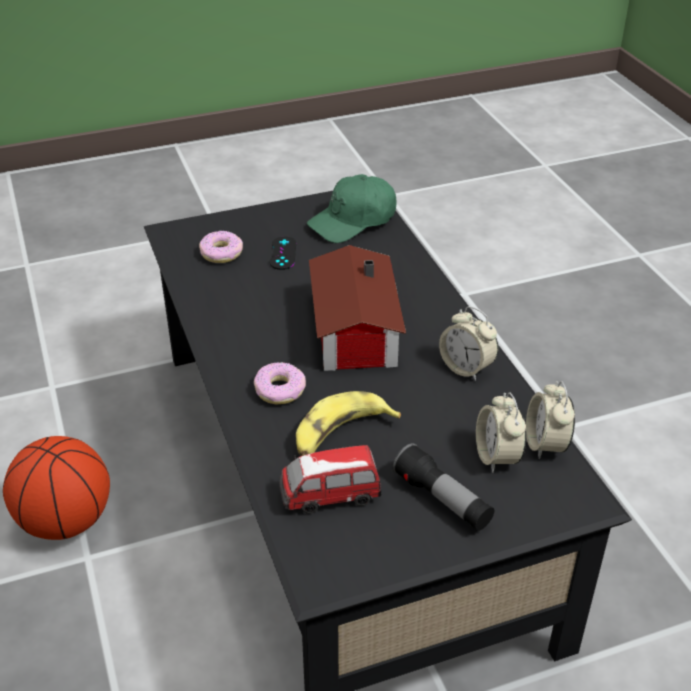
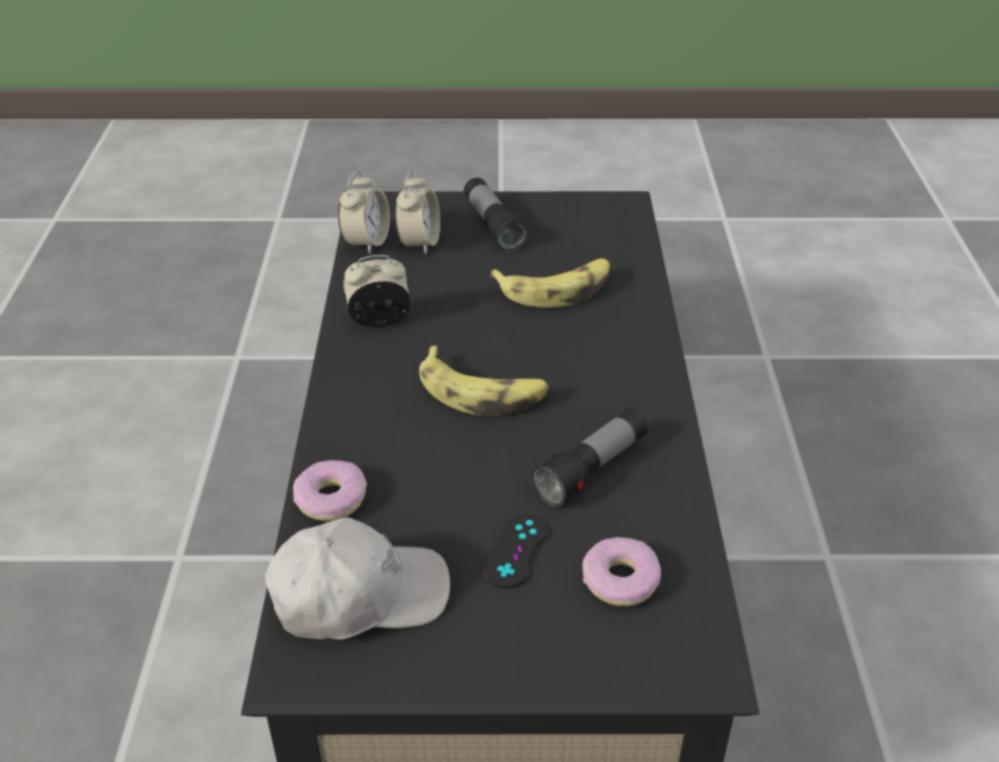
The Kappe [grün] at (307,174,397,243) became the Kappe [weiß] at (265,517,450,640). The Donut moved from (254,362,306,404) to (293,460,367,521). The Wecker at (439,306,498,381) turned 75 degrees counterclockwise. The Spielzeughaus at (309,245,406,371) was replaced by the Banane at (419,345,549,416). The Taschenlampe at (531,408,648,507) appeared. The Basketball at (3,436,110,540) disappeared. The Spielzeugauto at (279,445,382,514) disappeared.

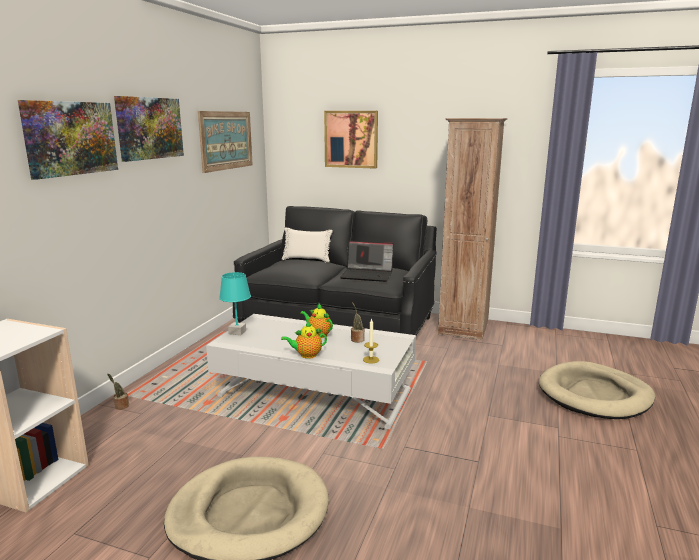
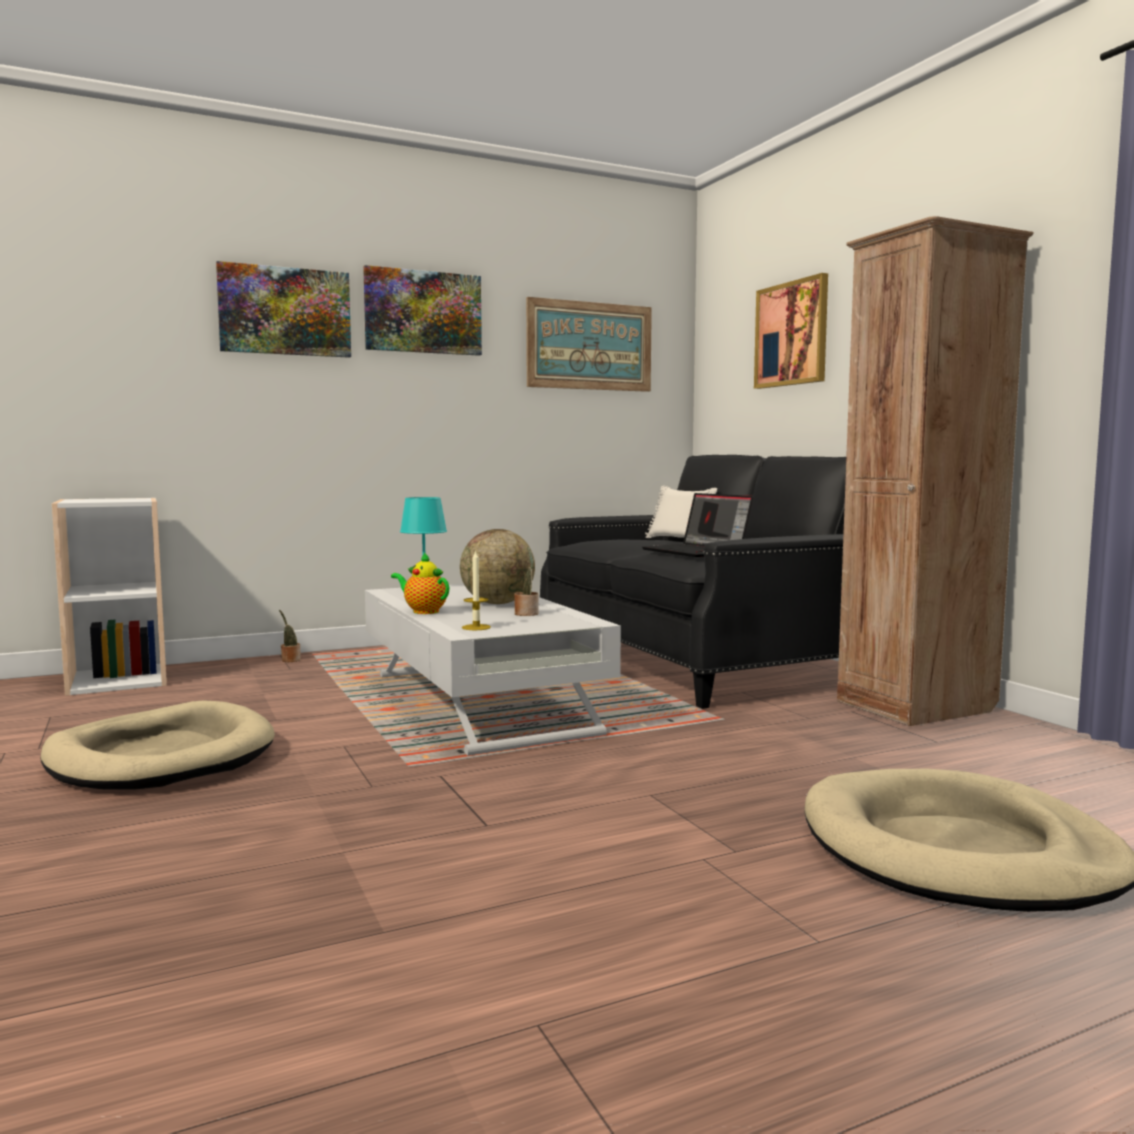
The Teekanne at (300,304,333,338) was replaced by the Globus at (460,529,535,604).

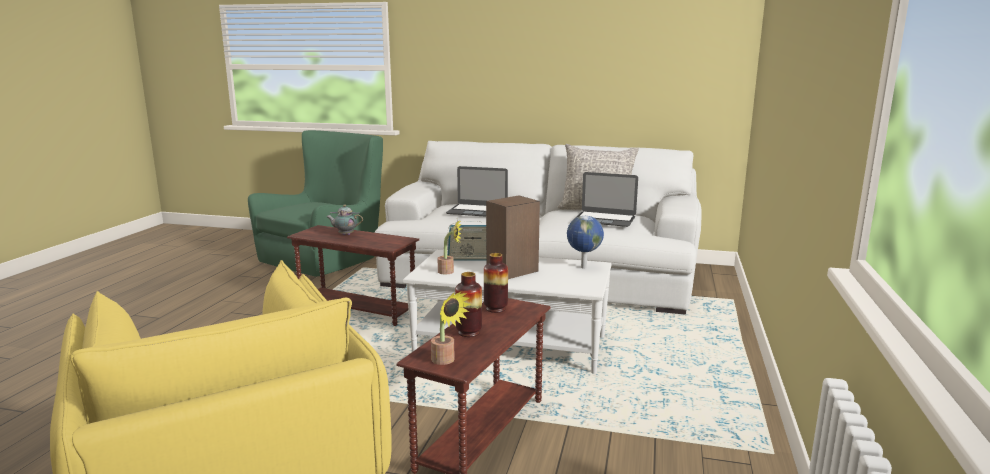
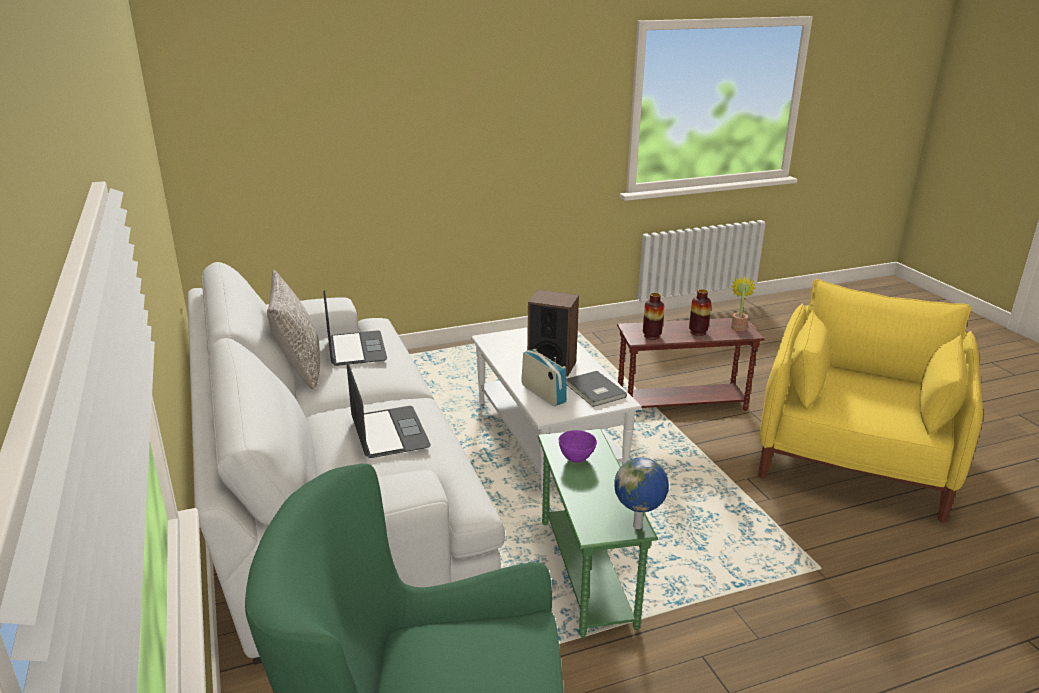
The Beistelltisch [braun] at (287,225,419,326) became the Beistelltisch [grün] at (538,429,658,638). The Schüssel [lila] at (559,430,597,463) appeared. The Topfpflanze at (438,219,462,274) was replaced by the Buch [grau] at (566,371,627,407). The Globus moved from (567,216,604,269) to (615,457,669,529). The Teekanne at (326,205,363,235) disappeared.

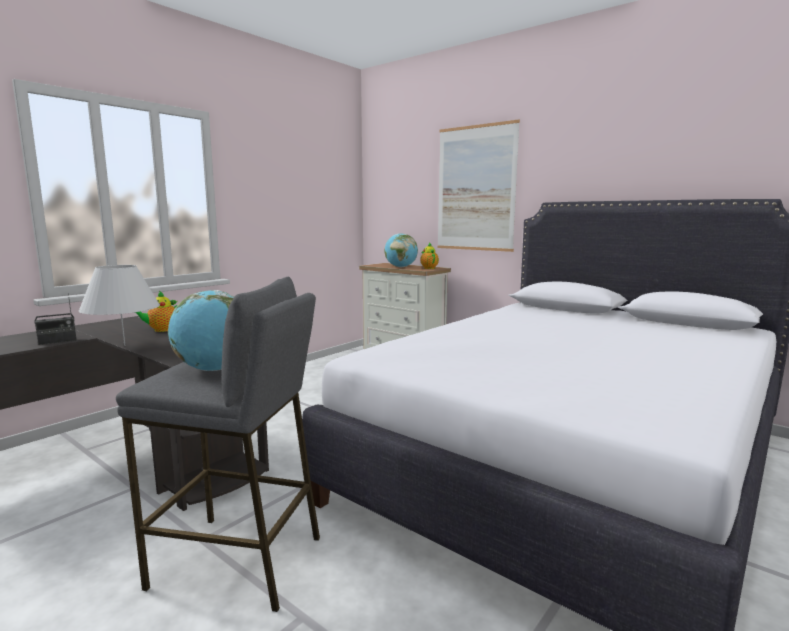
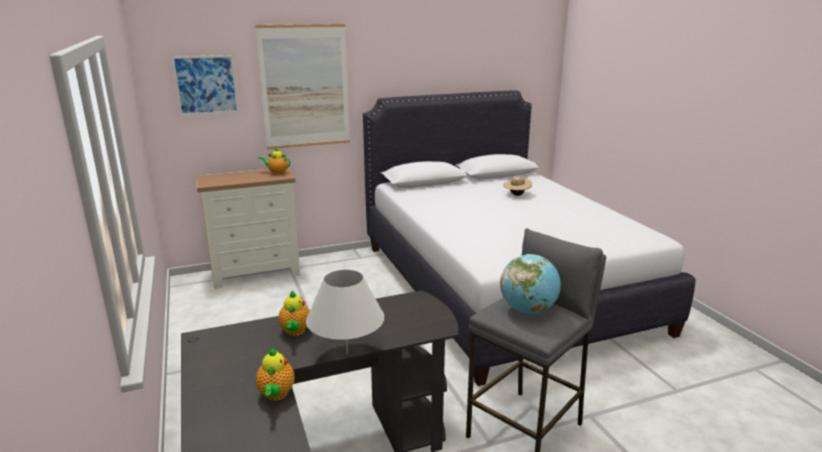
The Bild at (172,55,239,116) appeared. The Radio at (34,293,77,345) was replaced by the Teekanne at (256,348,295,401). The Hut [beige] at (503,176,532,196) appeared. The Globus at (384,234,418,268) disappeared.

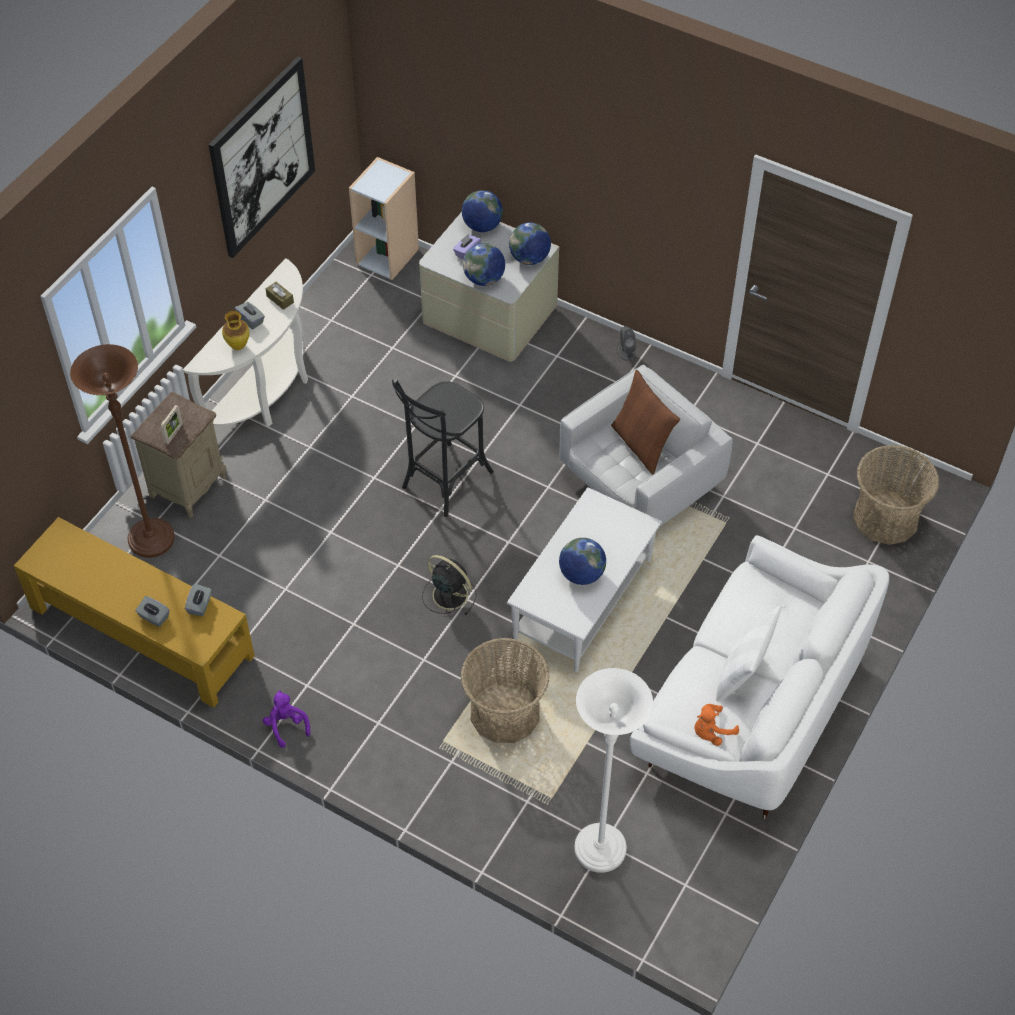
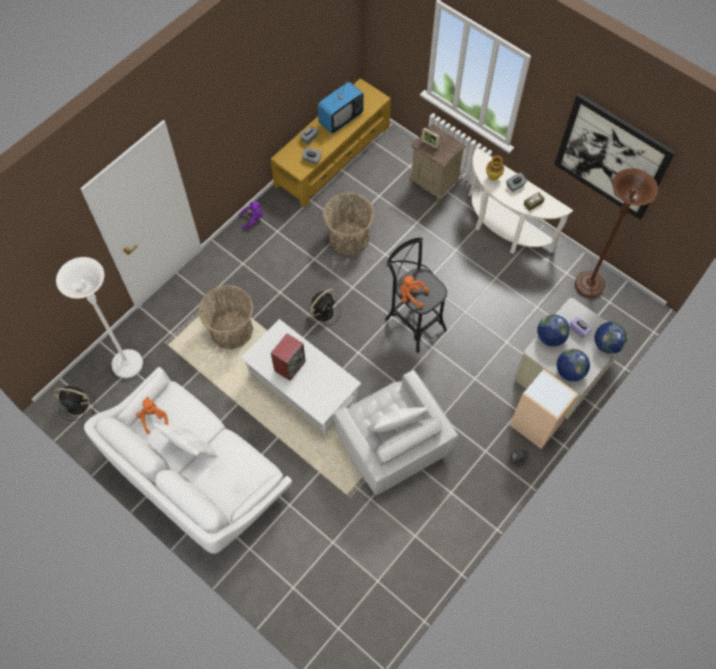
The Ventilator [schwarz] at (53,386,95,421) appeared. The Globus at (559,538,606,585) was replaced by the Lautsprecher at (271,333,306,381). The Fernseher at (318,79,364,134) appeared. The Korb moved from (853,445,939,545) to (323,193,375,255). The Kissen [braun] at (611,370,680,474) became the Kissen [weiß] at (366,407,427,432). The Plüschtier [orange] at (400,276,429,308) appeared. The Bücherregal moved from (349,157,419,280) to (510,369,578,449). The Stehlampe [braun] moved from (70,344,175,558) to (575,168,658,298).

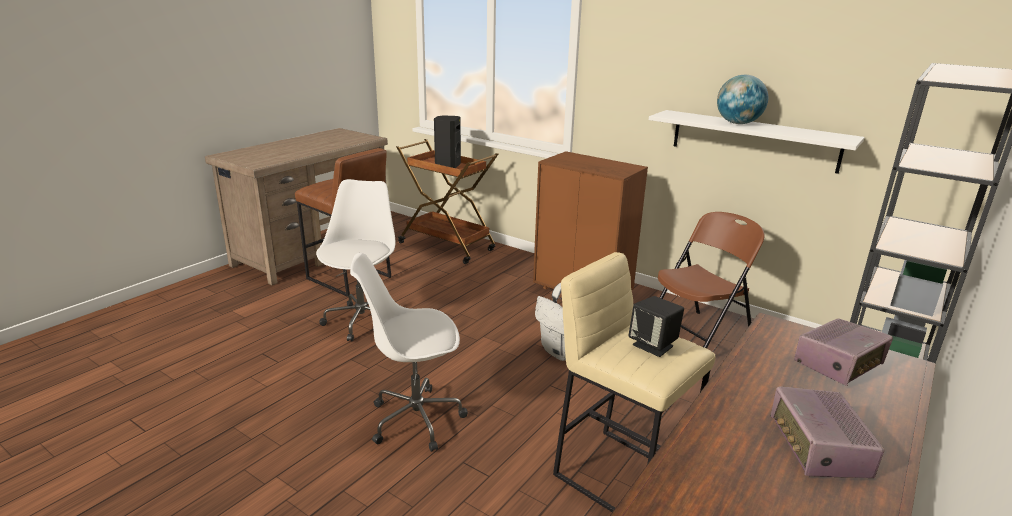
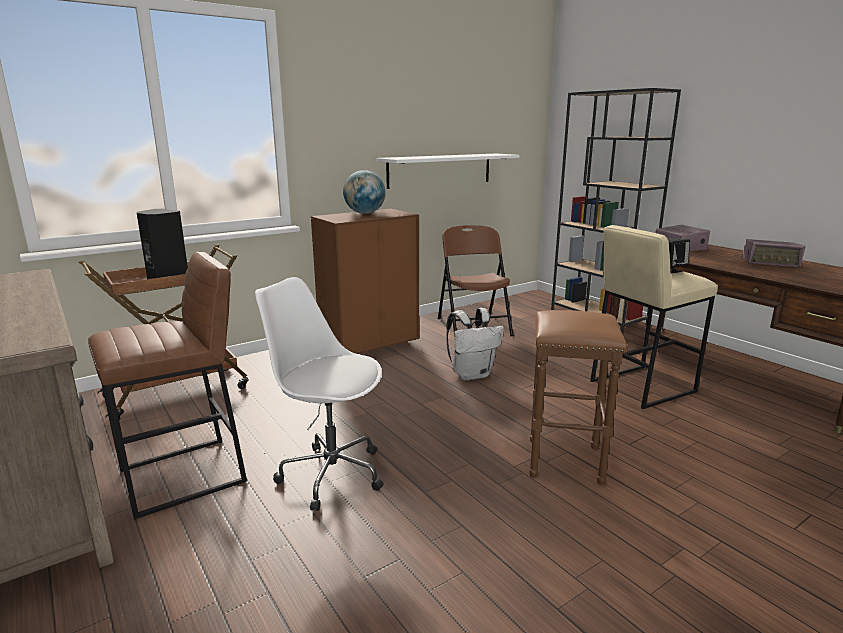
The Globus moved from (717,75,768,124) to (343,170,386,214). The Bürostuhl [weiß] at (350,253,468,452) was replaced by the Hocker [braun] at (529,310,627,485).

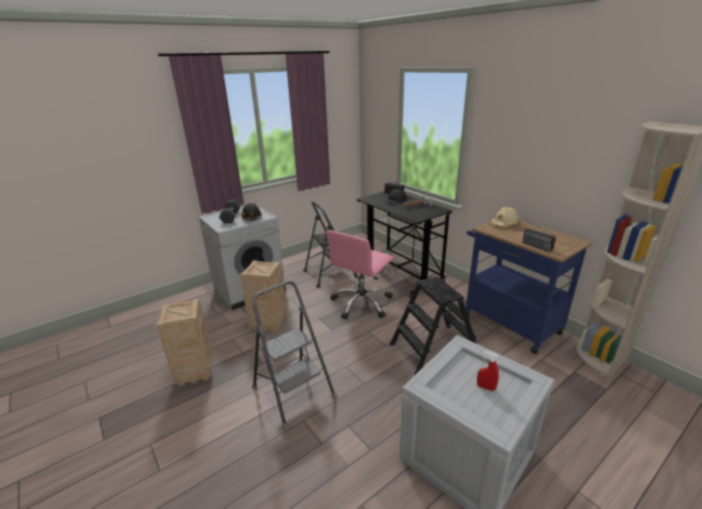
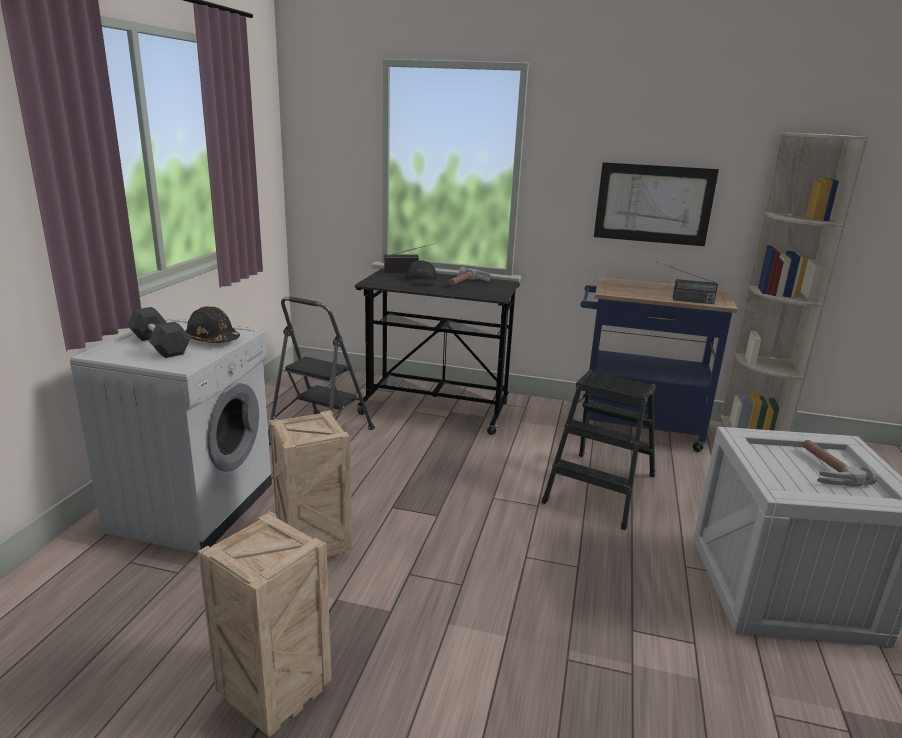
The Bild at (594,162,719,246) appeared. The Sprühflasche [rot] at (477,351,499,391) was replaced by the Hammer at (803,440,878,487). The Trittleiter [grau] at (252,281,337,430) disappeared. The Bürostuhl [rosa] at (326,230,394,320) disappeared. The Schutzhelm [beige] at (491,207,519,226) disappeared.

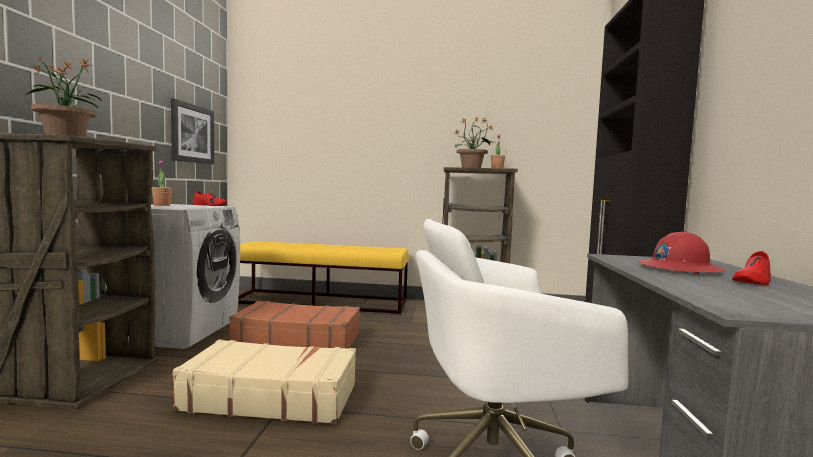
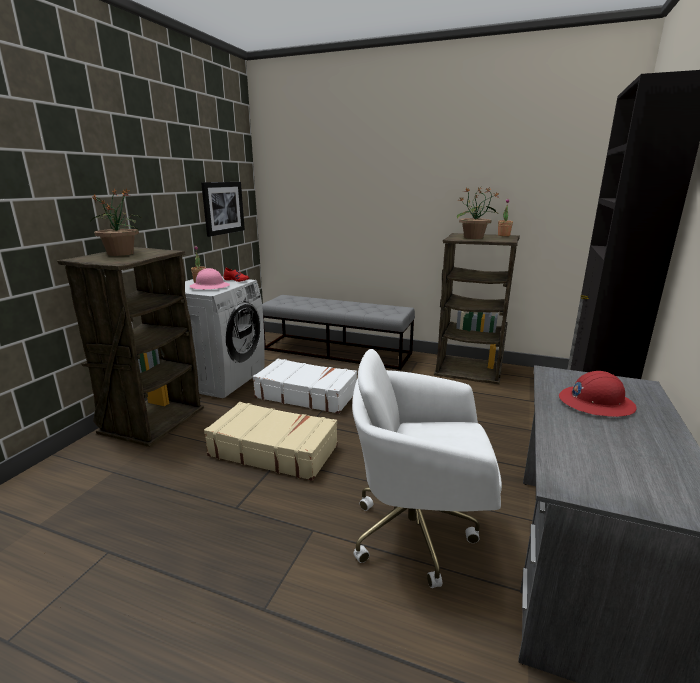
The Schutzhelm [rosa] at (190,268,230,290) appeared. The Koffer [braun] at (229,301,360,349) became the Koffer [weiß] at (253,358,357,414). The Bank [gelb] at (238,241,409,314) became the Bank [grau] at (262,295,415,370). The Schuh [rot] at (732,251,771,285) disappeared.

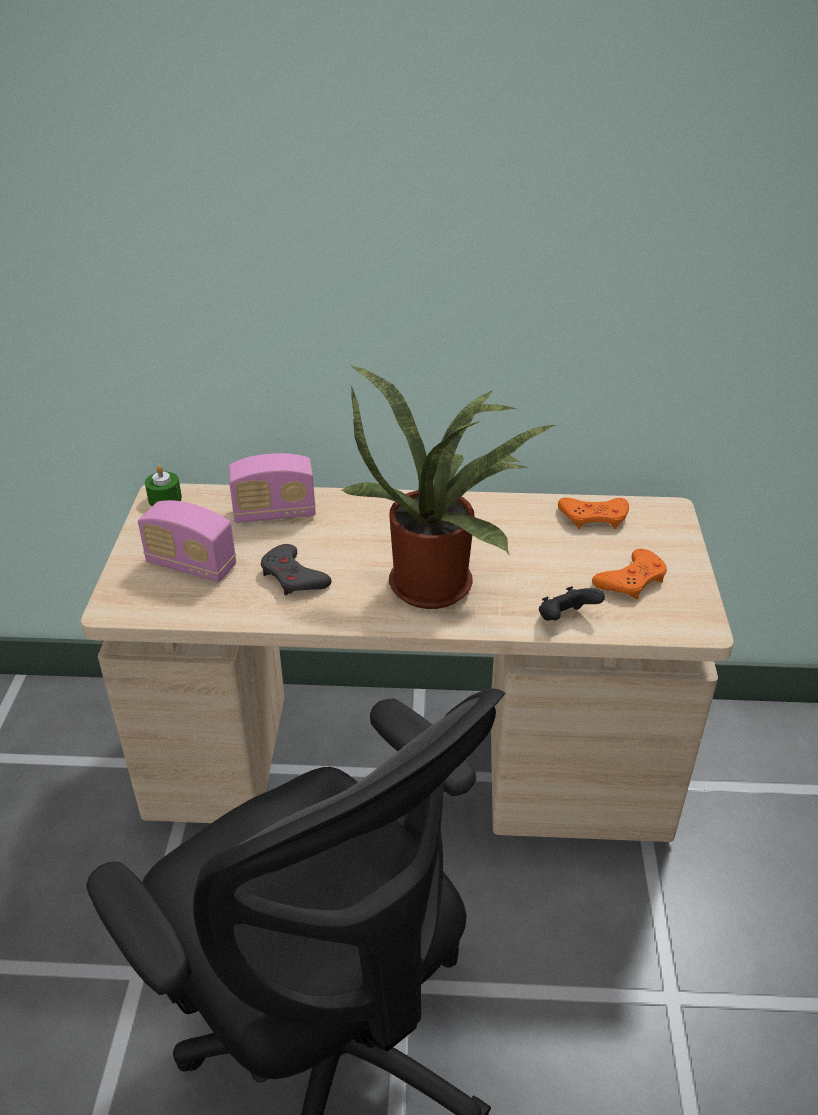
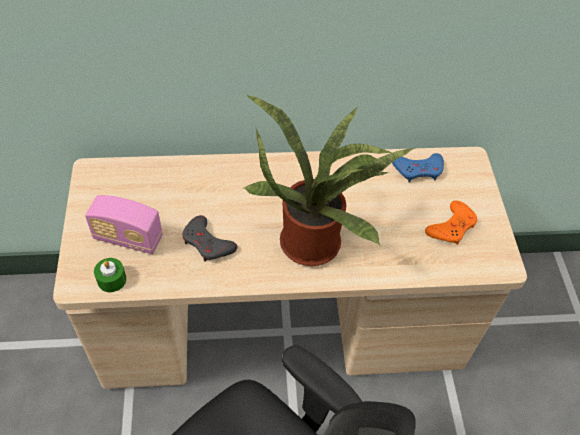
The Kerze [grün] moved from (145,465,182,506) to (94,258,126,292). The Gamepad [orange] at (558,498,629,529) became the Gamepad [blau] at (392,153,444,182). The Radio at (229,453,316,523) disappeared. The Gamepad [schwarz] at (539,586,605,621) disappeared.

